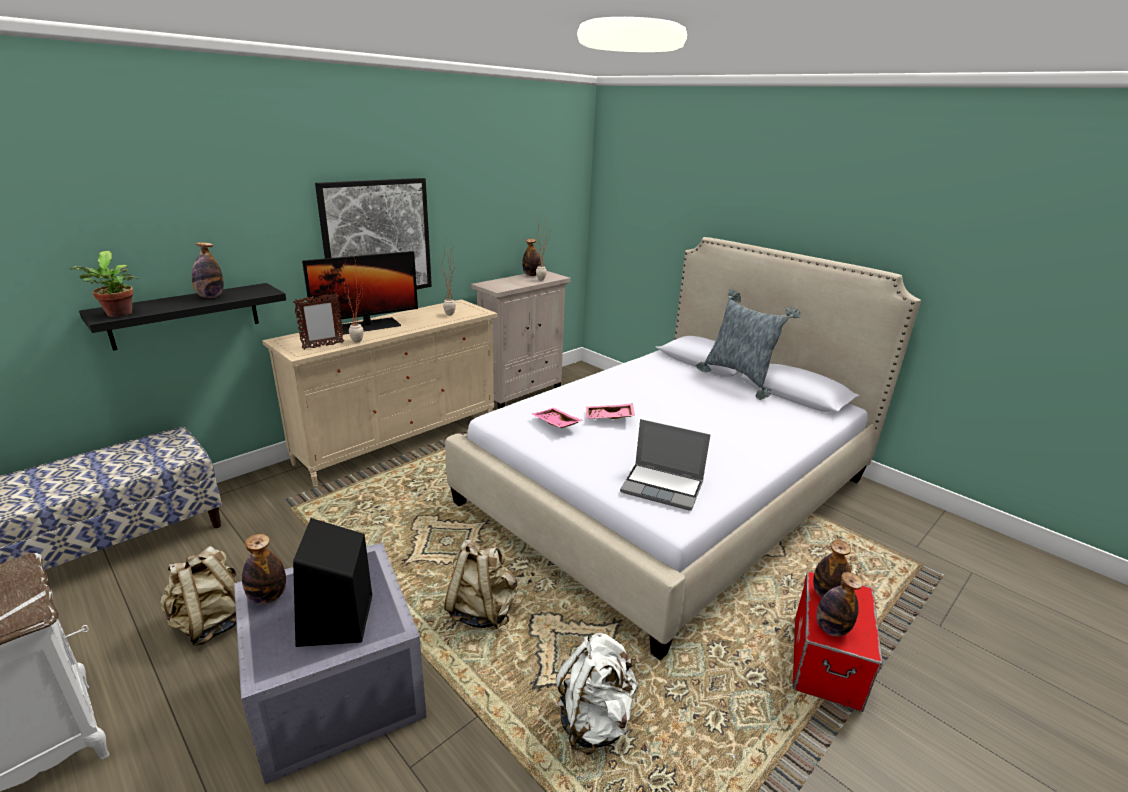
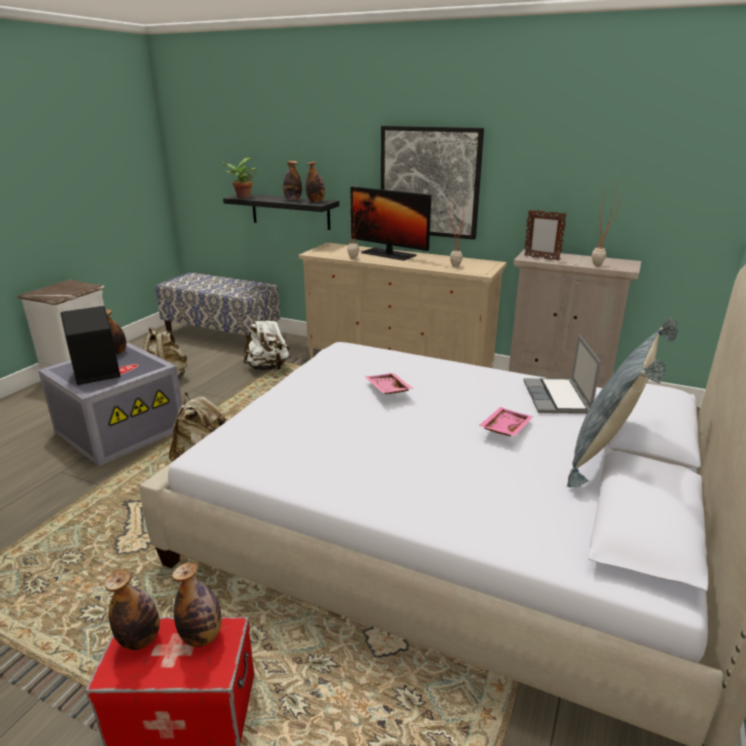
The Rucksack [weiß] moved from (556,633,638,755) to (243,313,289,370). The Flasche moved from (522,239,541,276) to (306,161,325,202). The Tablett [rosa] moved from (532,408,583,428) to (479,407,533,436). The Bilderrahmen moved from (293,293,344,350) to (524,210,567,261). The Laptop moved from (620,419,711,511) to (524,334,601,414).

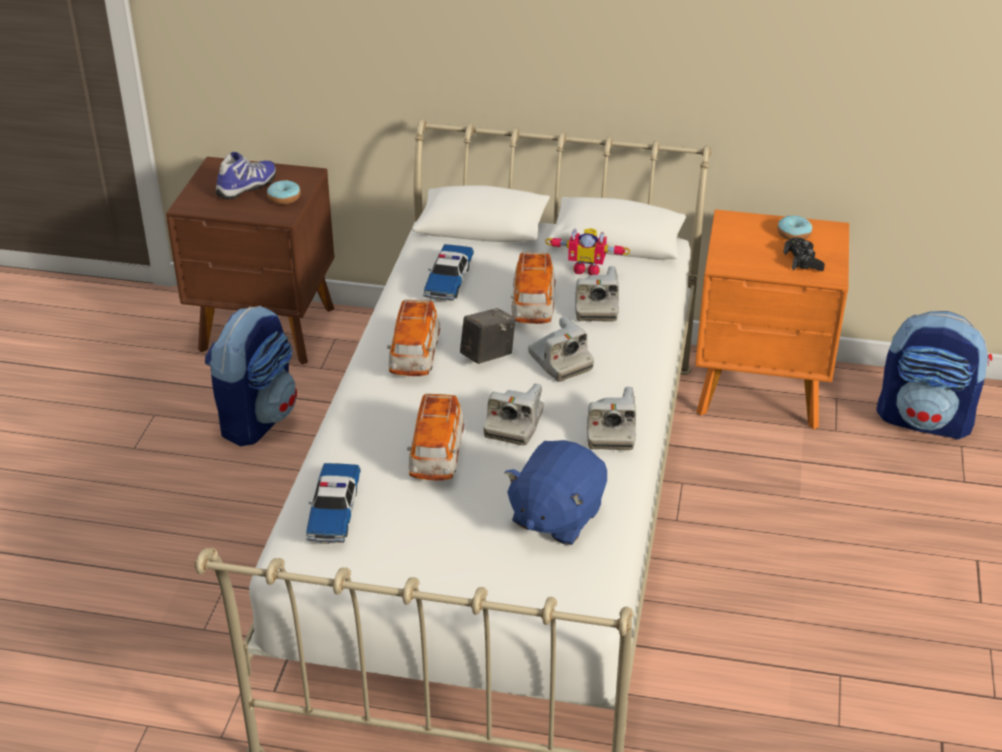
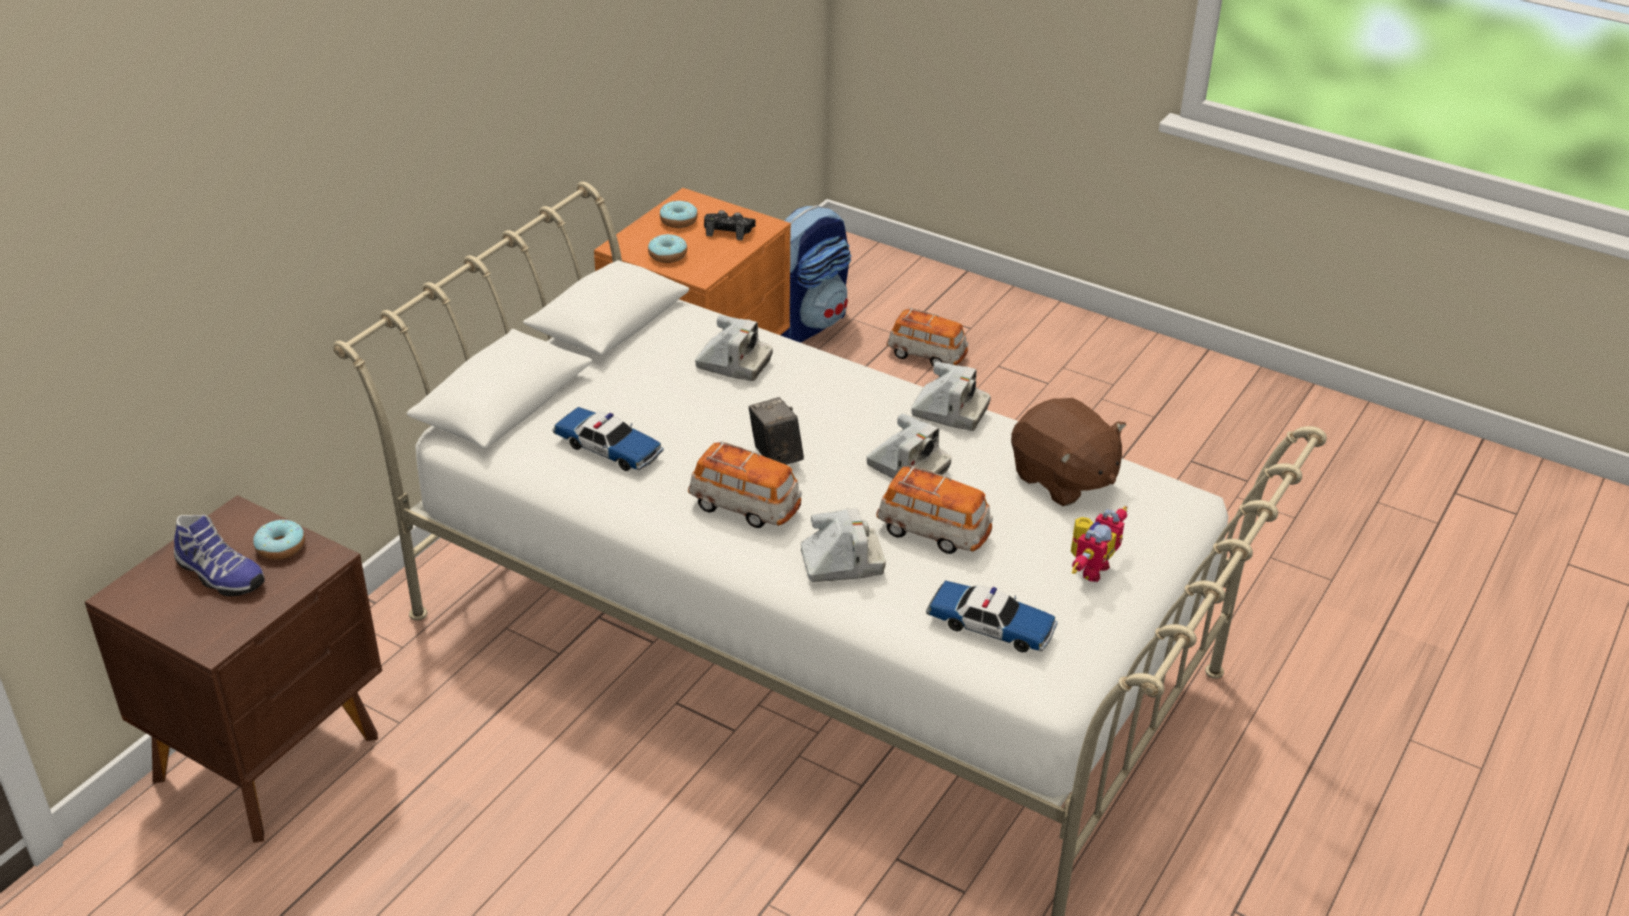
The Schuh at (215,152,276,200) turned 150 degrees clockwise. The Donut at (648,234,687,263) appeared. The Kamera moved from (528,316,594,382) to (801,508,886,582). The Spielzeugauto moved from (511,252,556,324) to (887,308,968,367). The Plüschtier [blau] at (504,440,607,545) became the Plüschtier [braun] at (1011,398,1126,506). The Spielzeugroboter moved from (545,228,630,275) to (1071,506,1127,582). The Rucksack at (205,306,297,446) disappeared.

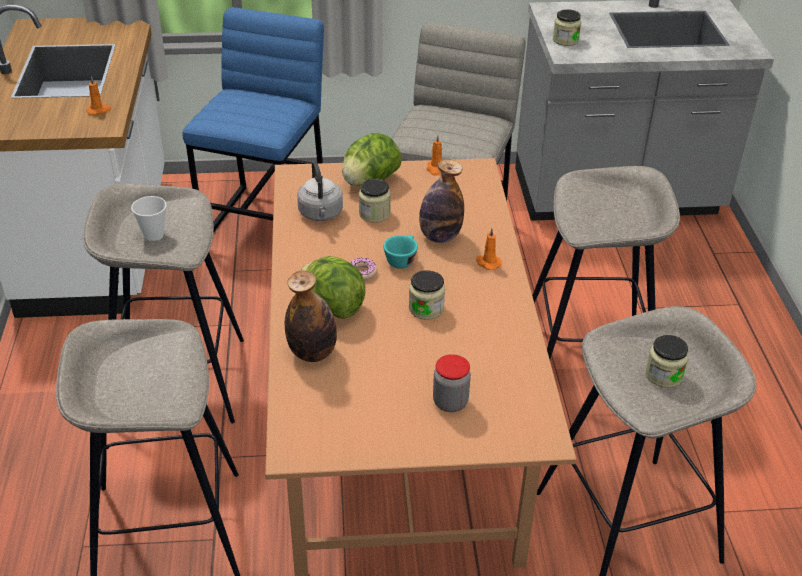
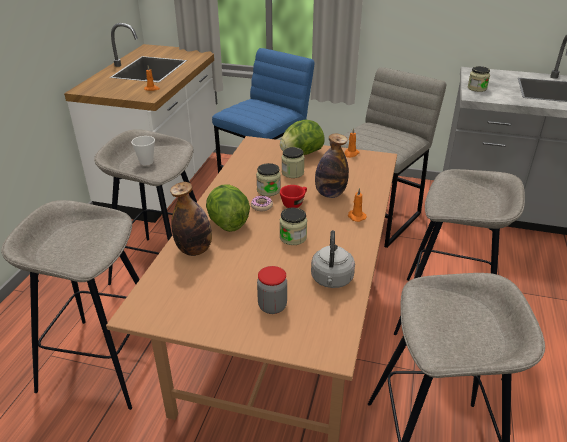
The Vorratsglas moved from (645,335,689,388) to (256,163,281,196). The Tasse [türkis] at (383,235,418,269) became the Tasse [rot] at (280,185,307,208). The Wasserkessel [grau] moved from (297,161,343,221) to (311,230,355,288).

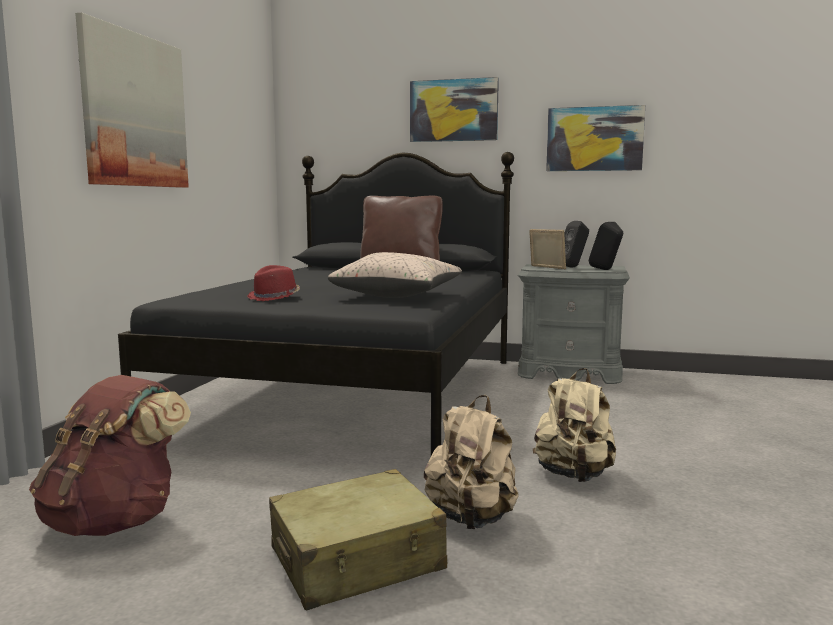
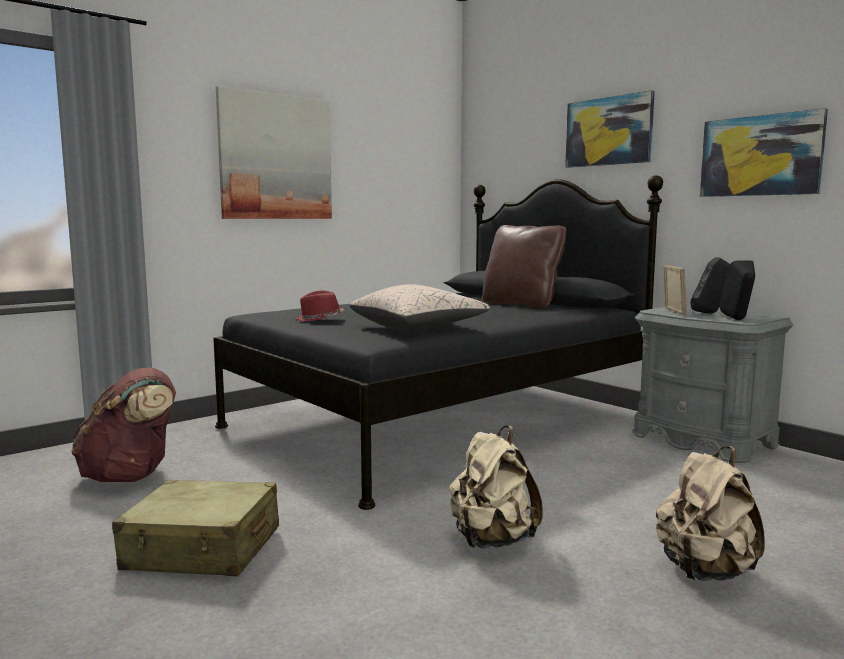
The Rucksack [beige] moved from (424,395,519,529) to (656,446,765,581).

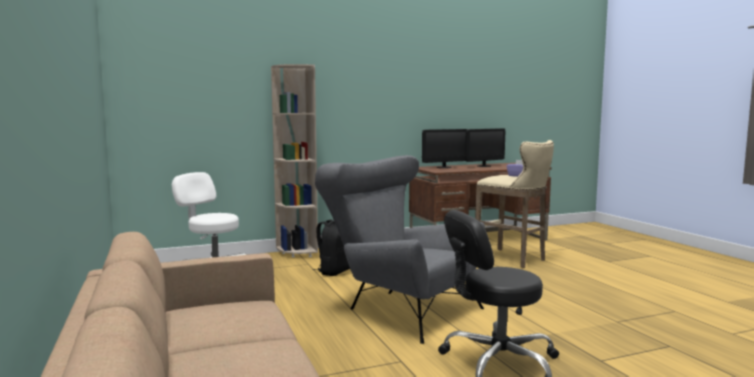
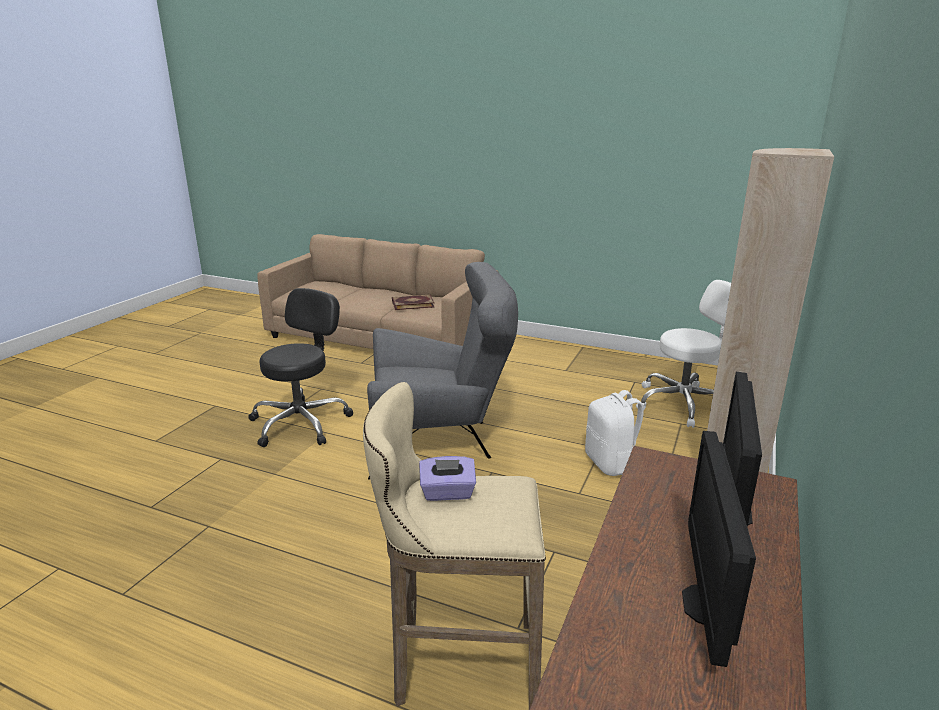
The Buch at (392,295,434,310) appeared. The Rucksack [schwarz] at (313,220,350,276) became the Rucksack [weiß] at (585,390,644,476).

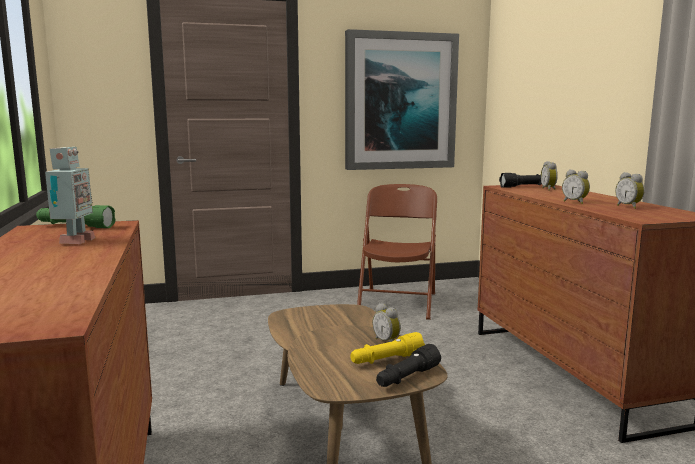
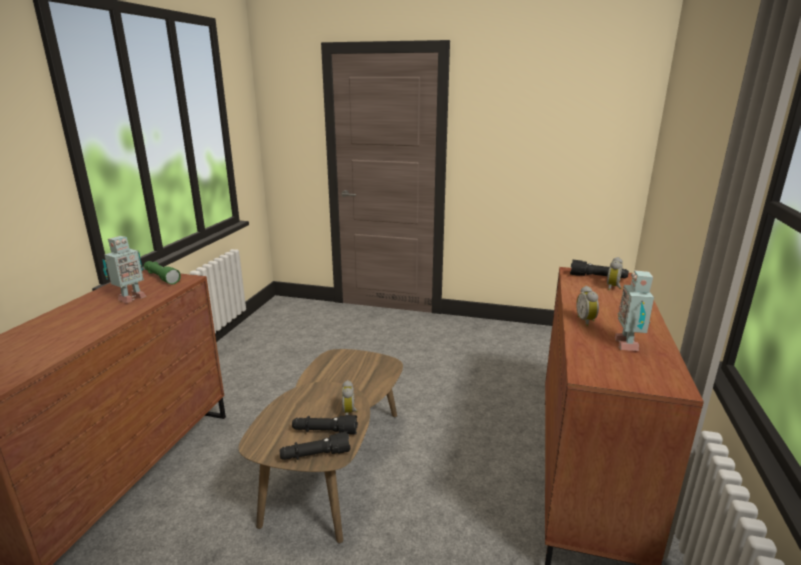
The Taschenlampe [gelb] at (350,332,425,364) became the Taschenlampe [schwarz] at (292,415,358,435). The Wecker at (615,172,645,209) was replaced by the Spielzeugroboter at (615,270,654,351). The Bild at (345,29,459,170) disappeared. The Stuhl [braun] at (357,184,437,320) disappeared.

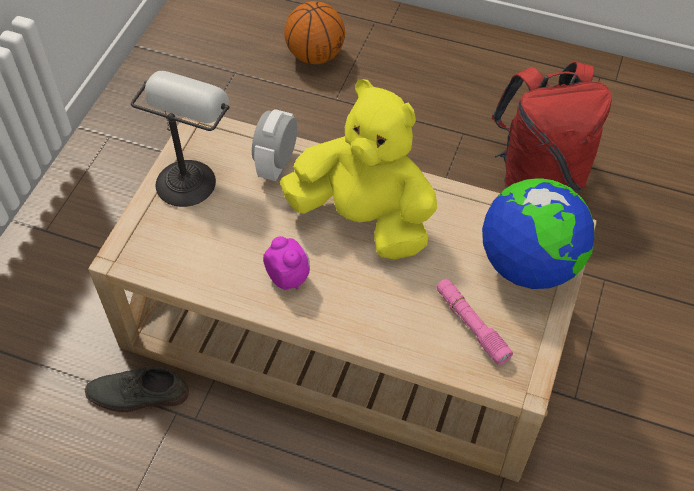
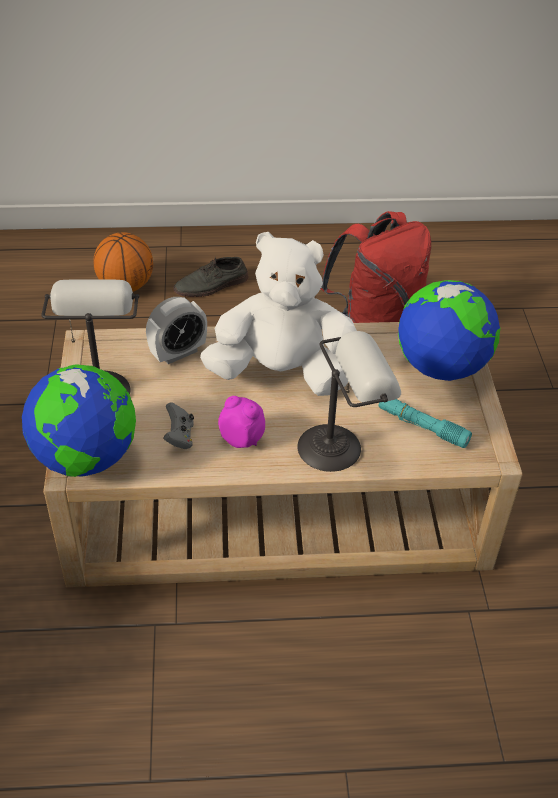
The Globus at (22,364,136,477) appeared. The Wecker at (252,109,297,181) turned 120 degrees counterclockwise. The Gamepad [grau] at (164,402,194,449) appeared. The Schuh [grau] moved from (85,364,189,412) to (173,257,248,297). The Plüschtier [gelb] at (280,79,437,260) became the Plüschtier [weiß] at (200,232,357,396). The Tischlampe at (297,331,401,472) appeared. The Taschenlampe [rosa] at (436,279,513,365) became the Taschenlampe [türkis] at (379,399,472,448).

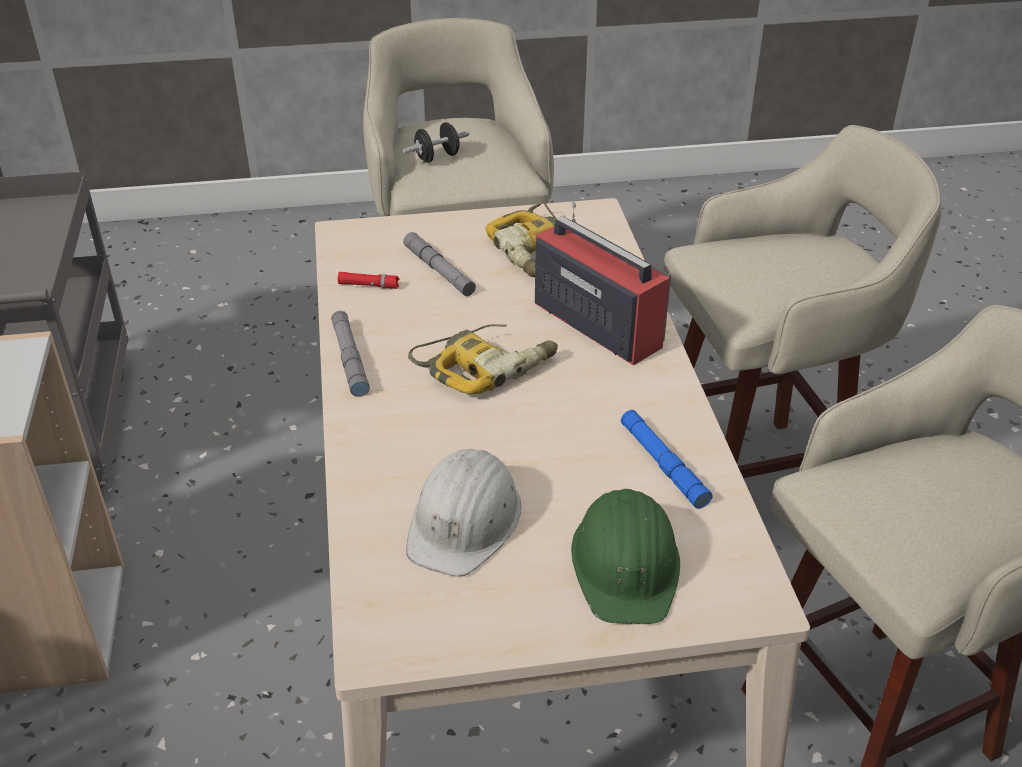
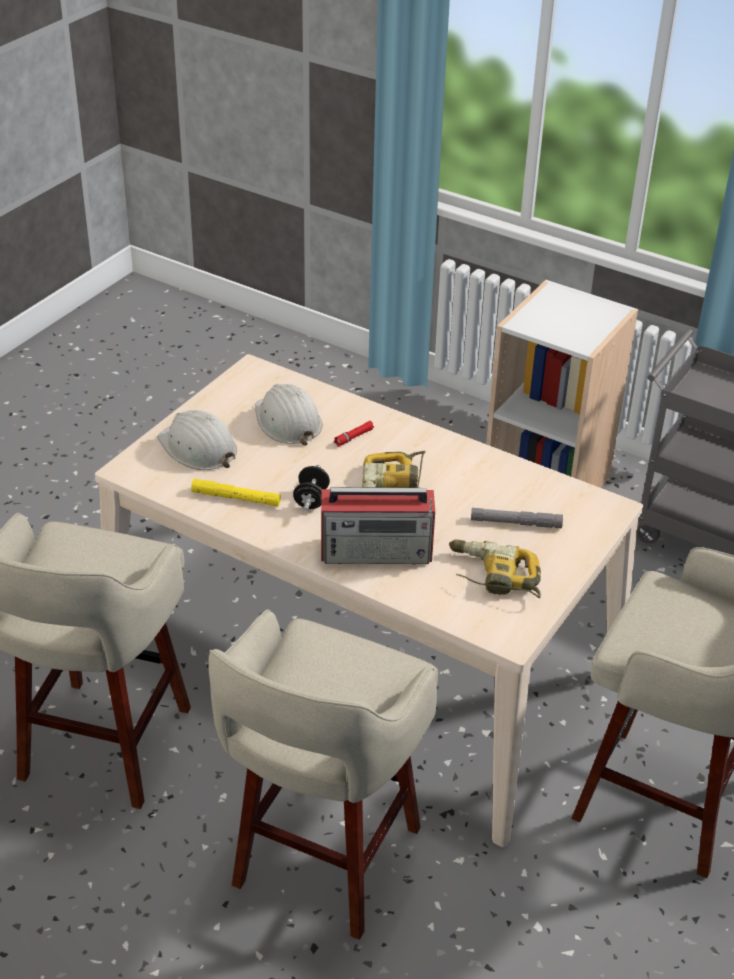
The Schutzhelm [grün] at (571,489,680,624) became the Schutzhelm [weiß] at (157,410,237,470). The Taschenlampe [blau] at (621,410,713,509) became the Taschenlampe [gelb] at (191,479,281,507). The Hantel [schwarz] moved from (403,122,469,163) to (293,465,330,511). The Taschenlampe [rot] moved from (338,272,399,289) to (334,421,374,447). The Taschenlampe [grau] at (331,311,370,397) disappeared.

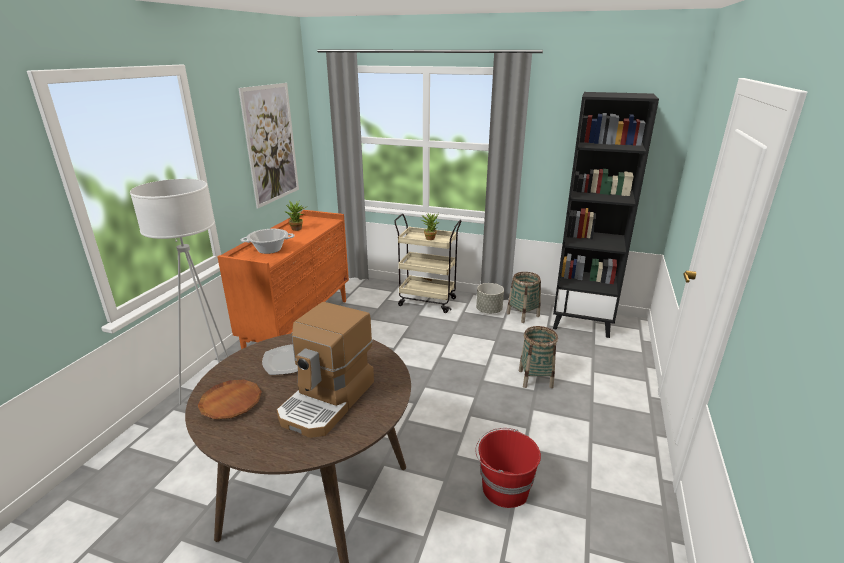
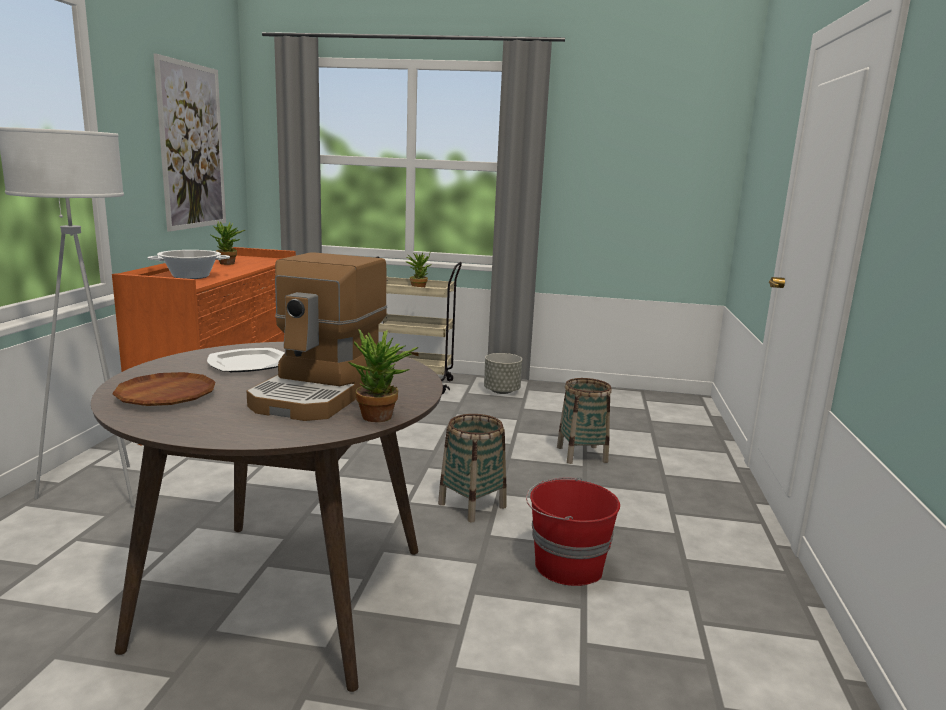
The Topfpflanze at (348,329,419,422) appeared. The Korb moved from (506,272,541,323) to (438,414,506,522). The Bücherregal [schwarz] at (553,92,659,338) disappeared.

